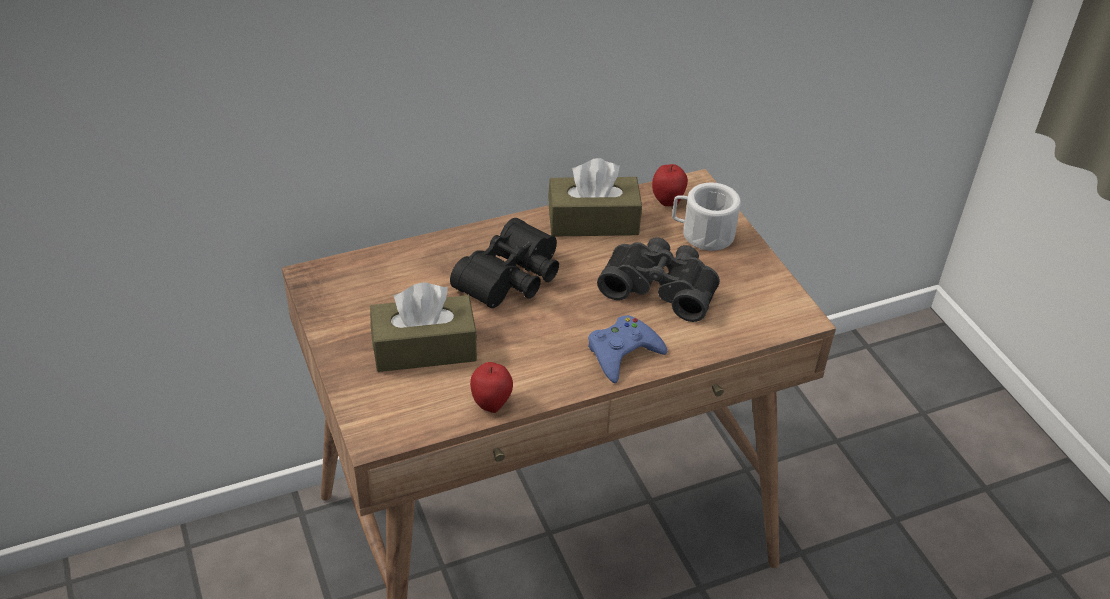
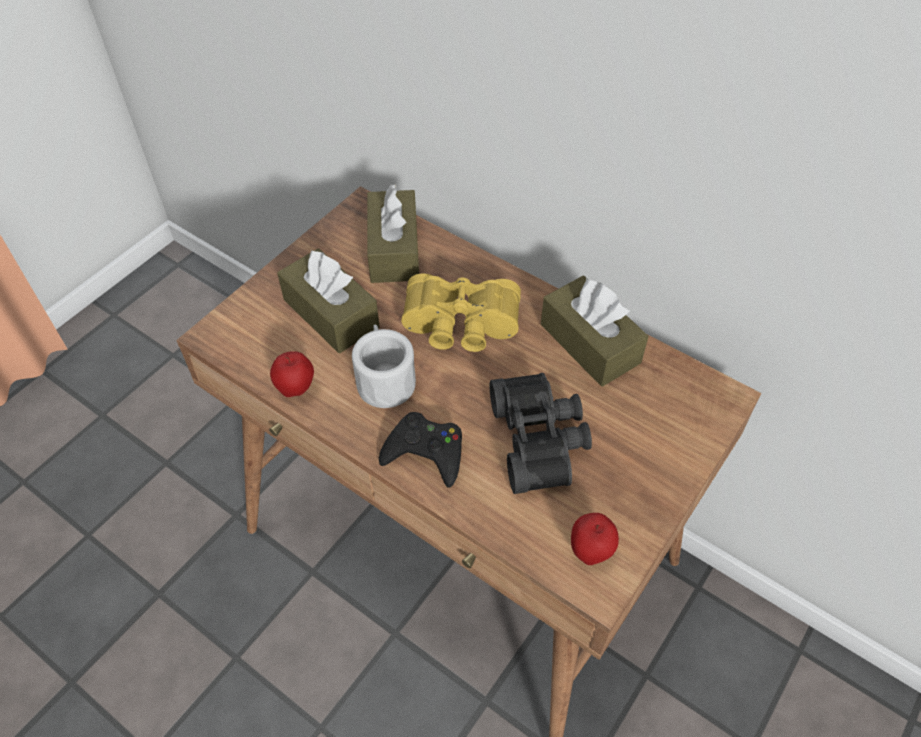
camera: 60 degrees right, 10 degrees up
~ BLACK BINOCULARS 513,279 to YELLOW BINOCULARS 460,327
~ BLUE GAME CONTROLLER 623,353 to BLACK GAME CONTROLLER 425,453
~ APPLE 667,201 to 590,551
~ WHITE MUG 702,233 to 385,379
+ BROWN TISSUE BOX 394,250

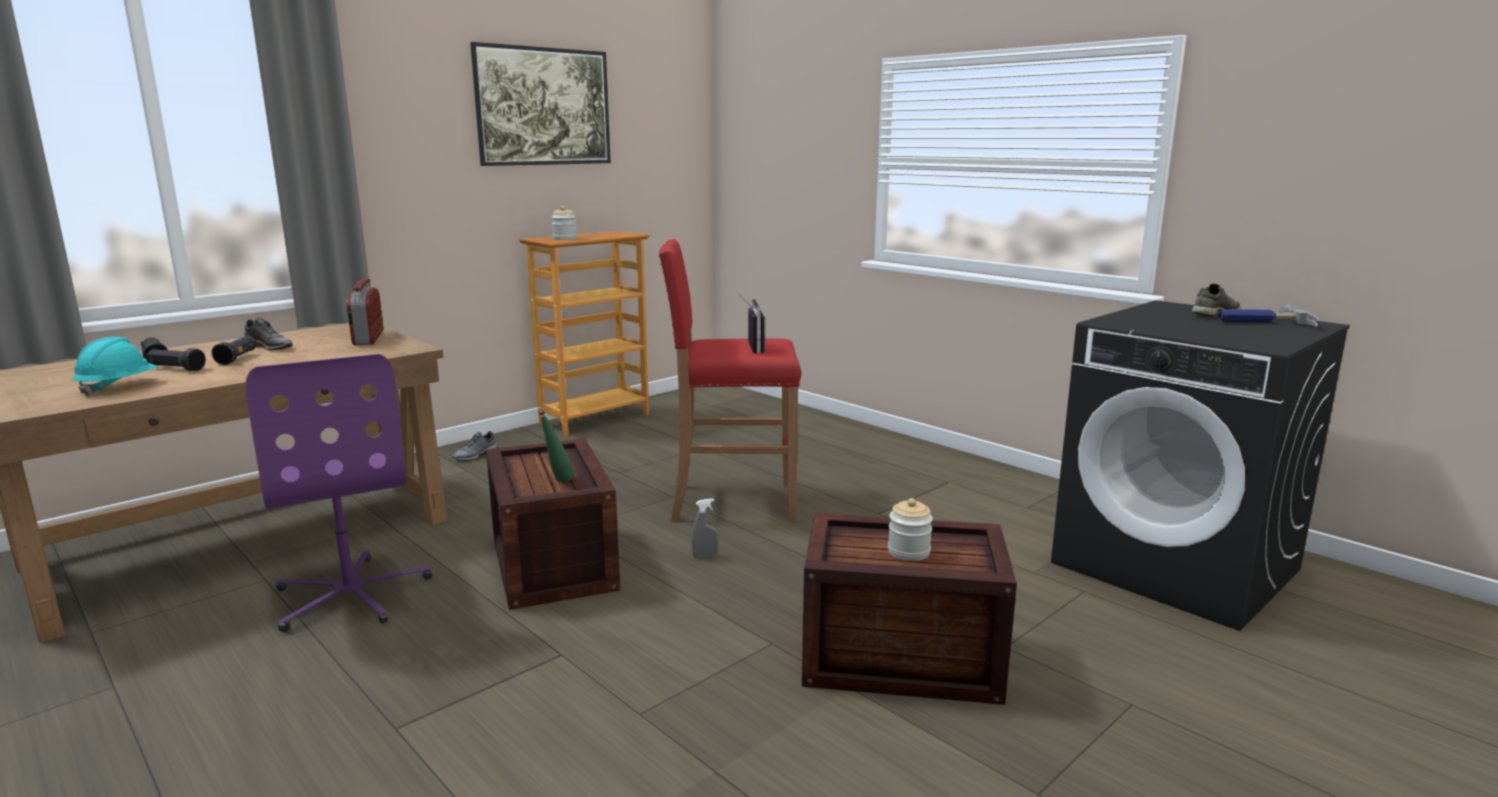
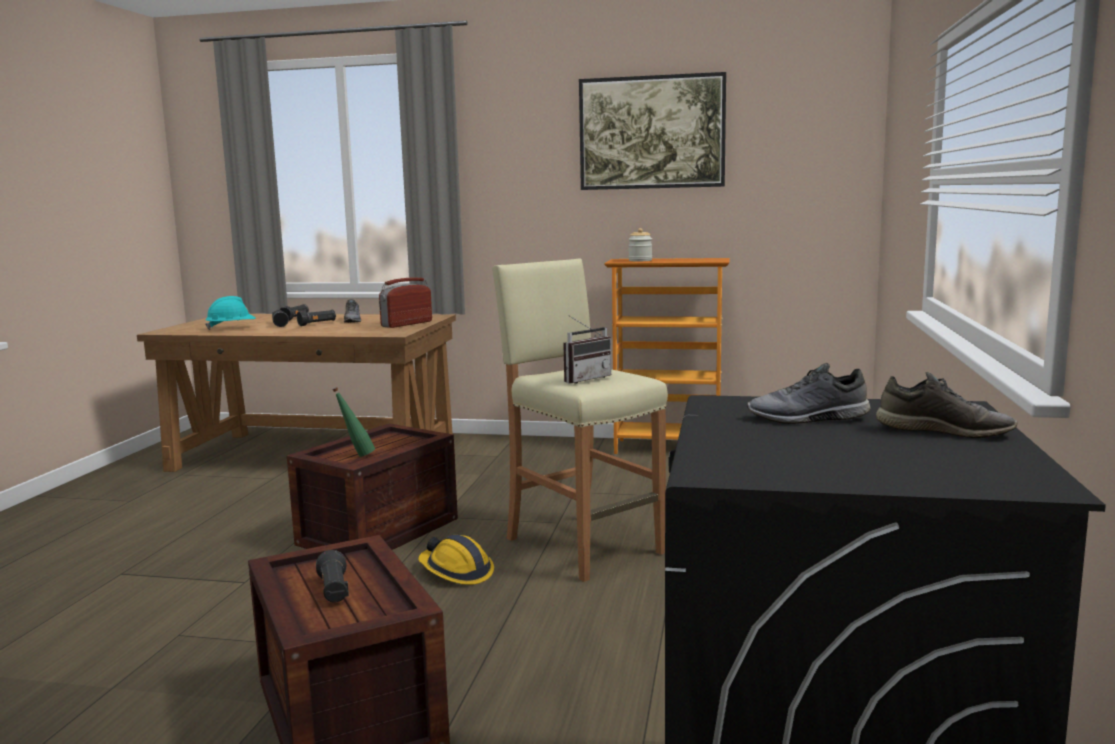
camera: 55 degrees right, 5 degrees down
- PURPLE OFFICE CHAIR 351,594
~ GREY SHOE 476,455 to 808,418
~ RED STOOL 731,502 to BEIGE STOOL 582,545
~ GREY SPRAY BOTTLE 705,556 to HARD HAT 456,572
~ JAR 908,552 to BLACK FLASHLIGHT 334,591
- HAMMER 1265,323

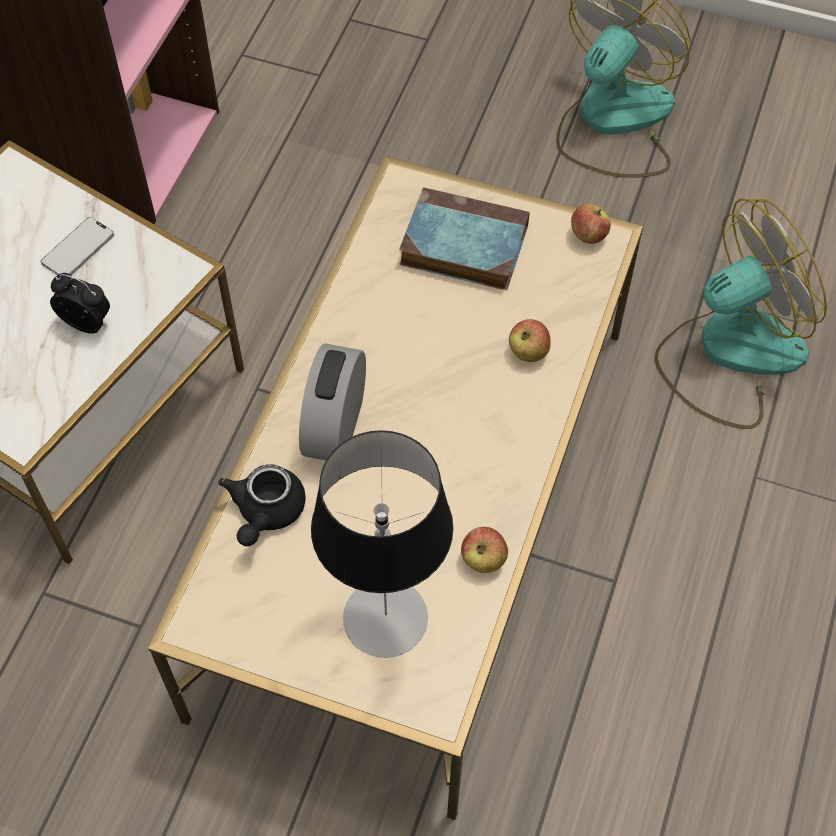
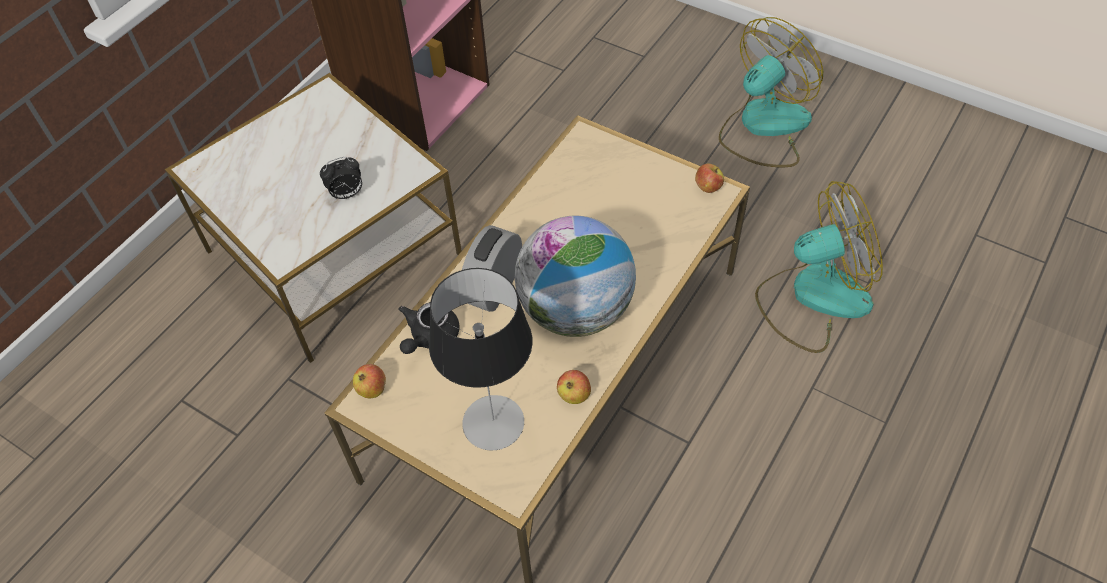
camera: 15 degrees right, 5 degrees down
- PHONE 78,249
~ ALARM CLOCK 88,322 = 347,194 120 degrees clockwise
- BOOK 461,245
~ APPLE 528,352 to 372,389
+ GLOBE 576,310

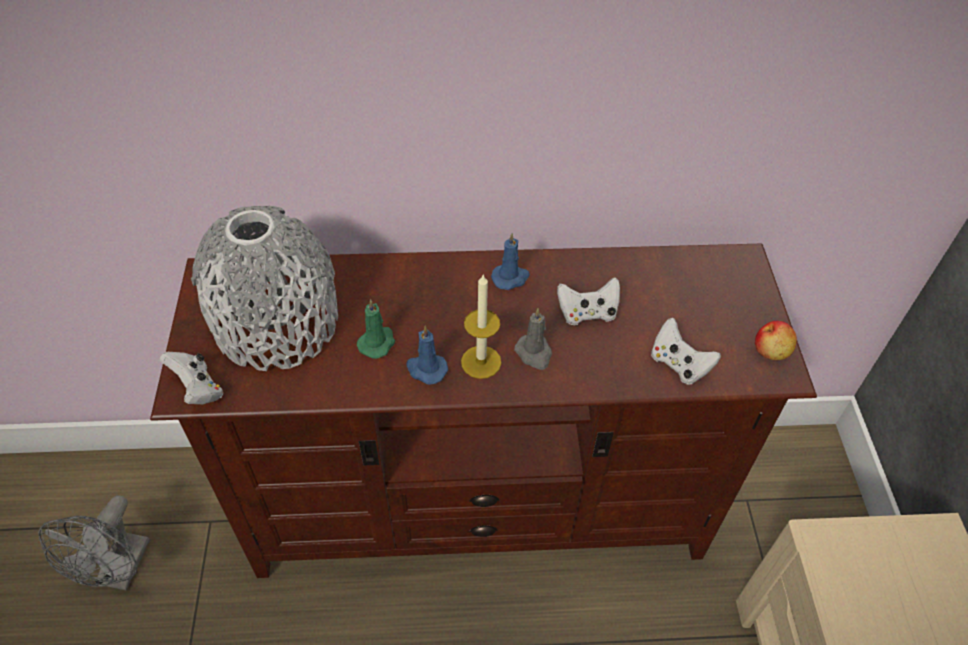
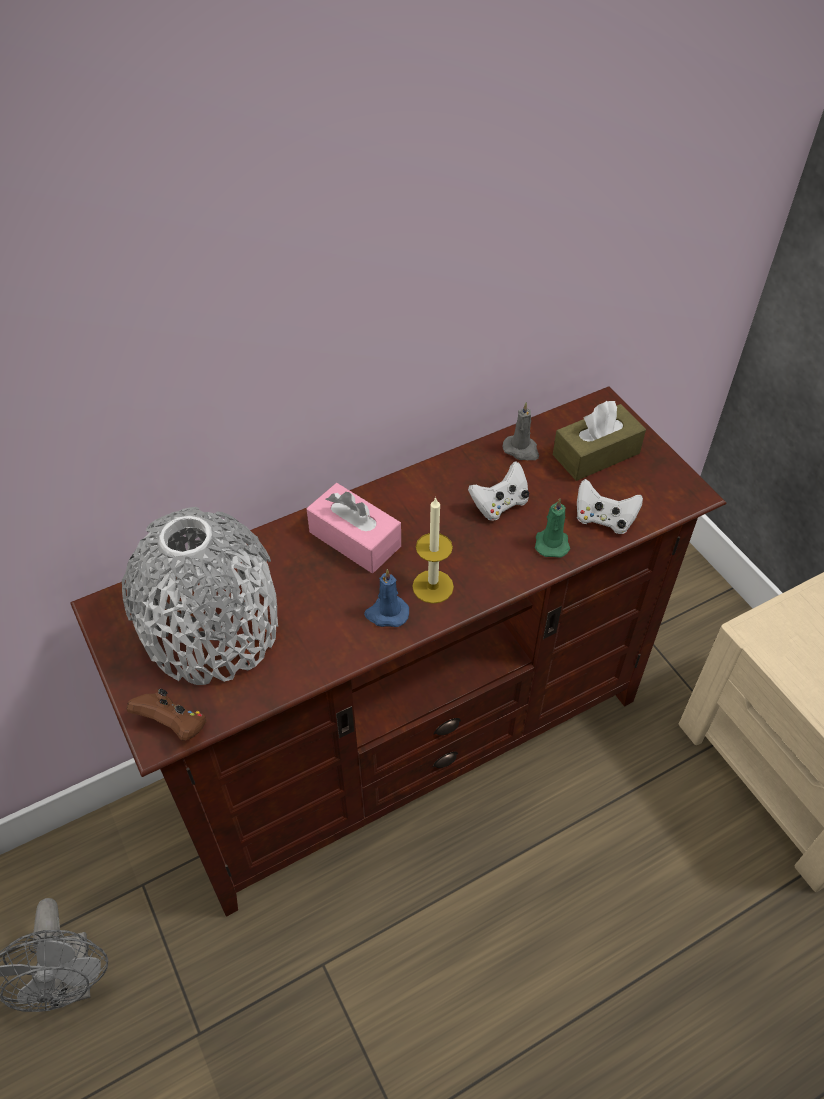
camera: 25 degrees left, 0 degrees up
~ WHITE GAME CONTROLLER 198,389 to BROWN GAME CONTROLLER 174,725
~ GREEN CANDLE 377,342 to 551,542
- BLUE CANDLE 511,278
~ GREY CANDLE 534,353 to 521,450
- APPLE 771,351
+ PINK TISSUE BOX 355,539
+ BROWN TISSUE BOX 596,454

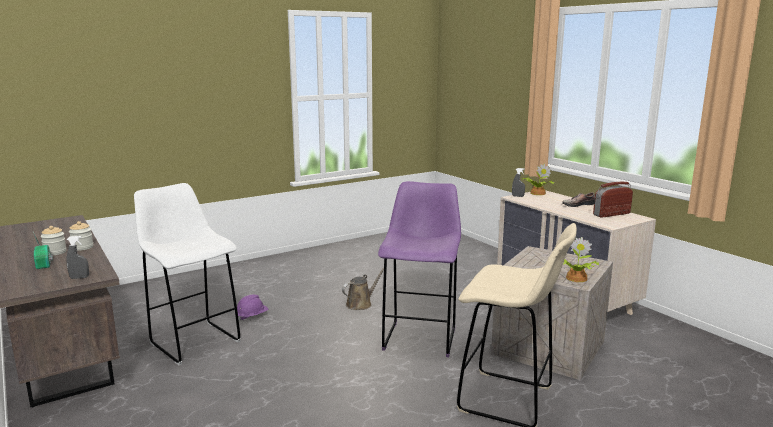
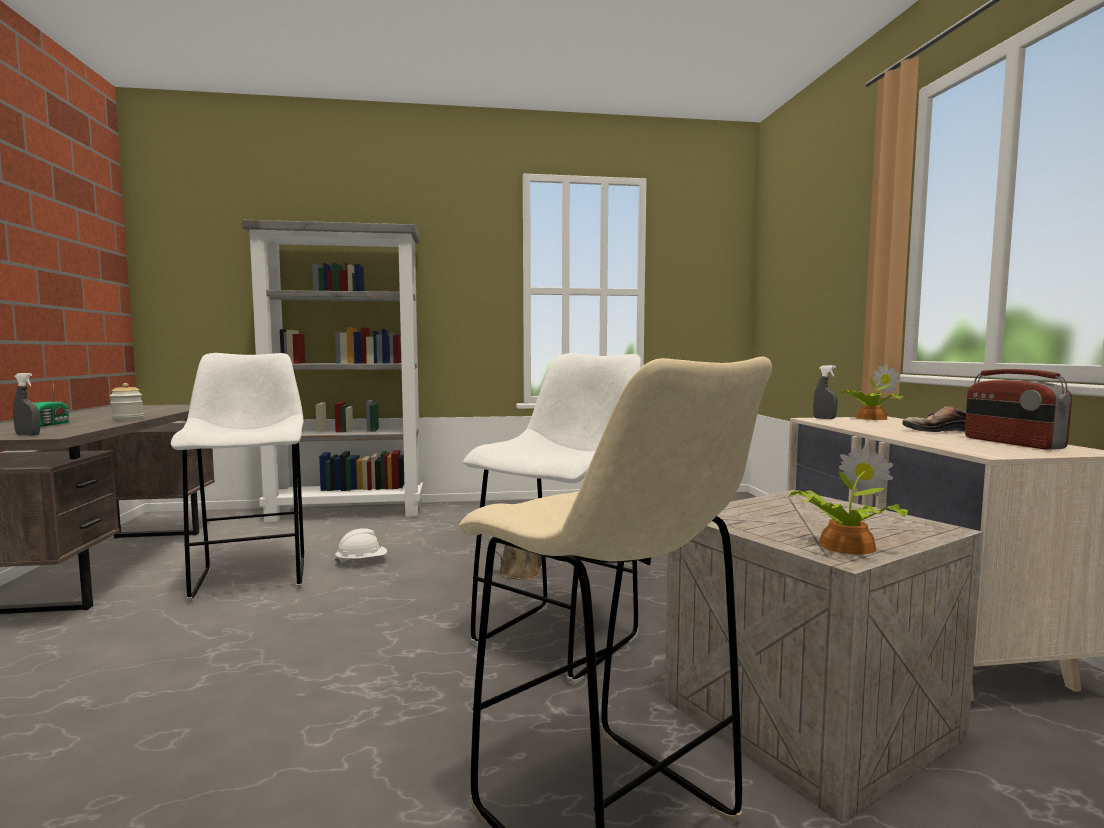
camera: 25 degrees right, 10 degrees down
- JAR 55,252
~ PURPLE HARD HAT 252,316 to WHITE HARD HAT 362,562
~ PURPLE STOOL 420,337 to WHITE STOOL 560,639
~ RADIO 611,214 = 1011,443 105 degrees counterclockwise
+ GREY BOOKCASE 348,512

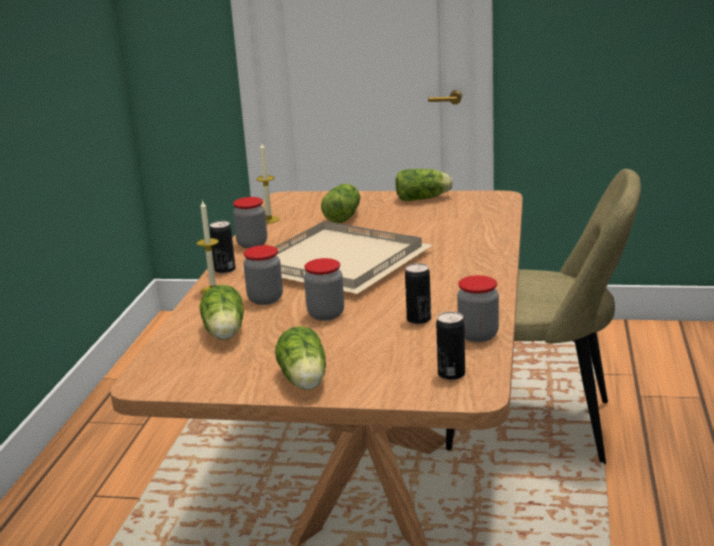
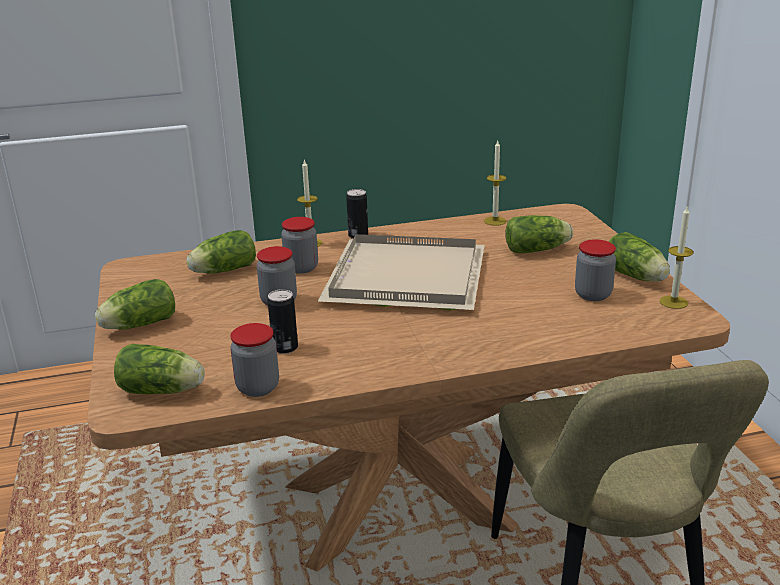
camera: 65 degrees right, 5 degrees up
~ JAR 252,244 to 593,295
~ CAN 451,374 to LETTUCE 163,391
+ CANDLE 673,302

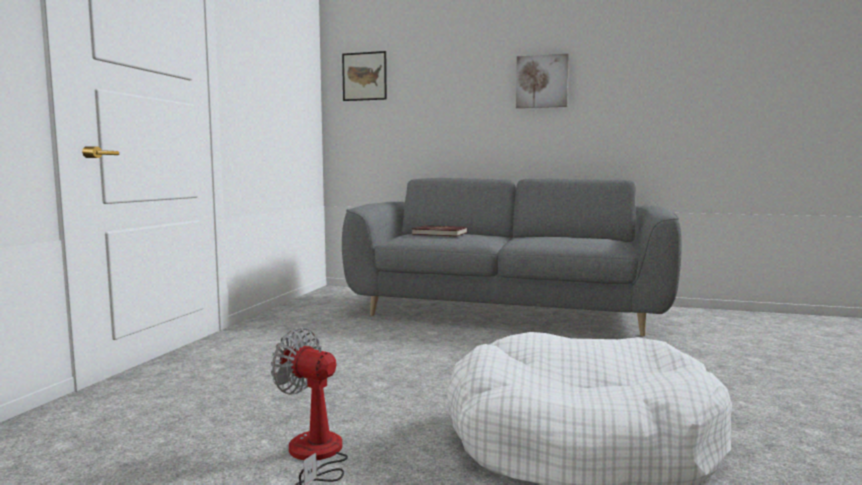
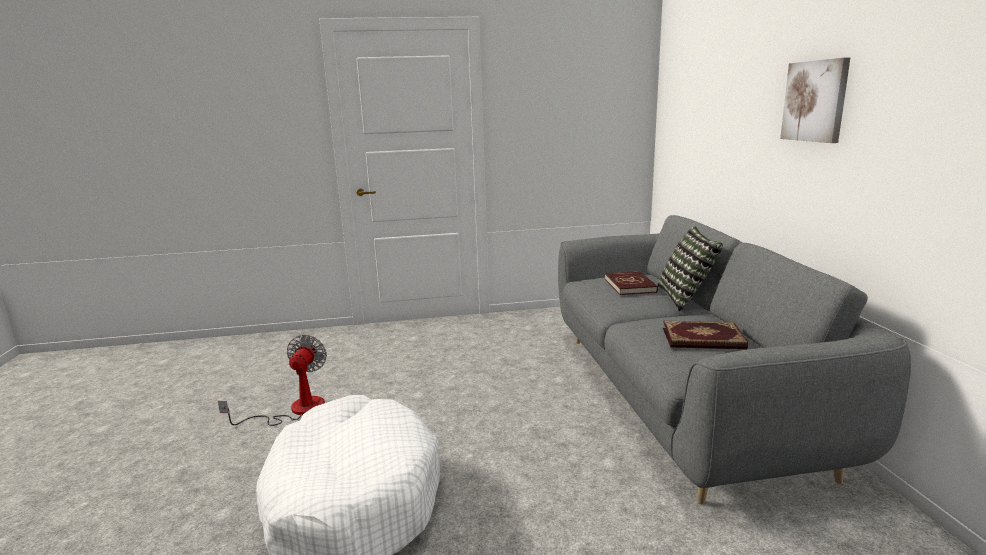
camera: 65 degrees right, 10 degrees up
- PICTURE 364,76
+ PILLOW 685,297
+ BOOK 703,339

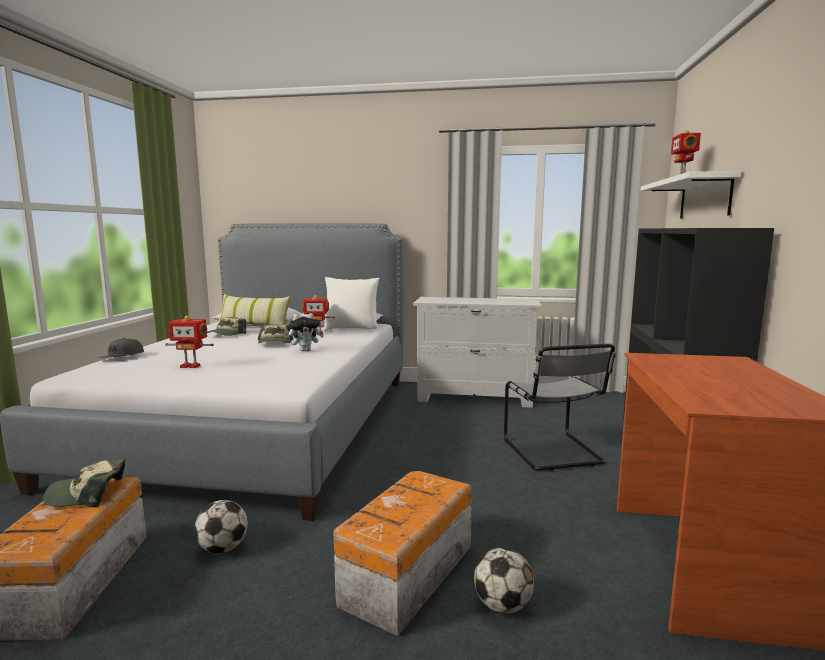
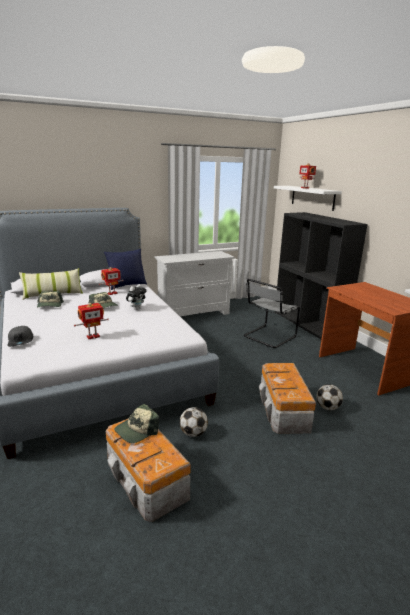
camera: 35 degrees left, 10 degrees up
~ WHITE PILLOW 351,329 to BLUE PILLOW 126,285
~ GREY CHAIR 554,453 = 268,337 90 degrees clockwise

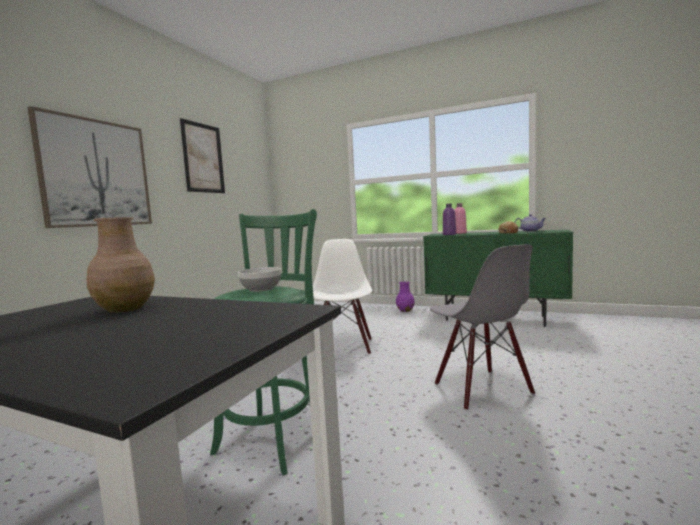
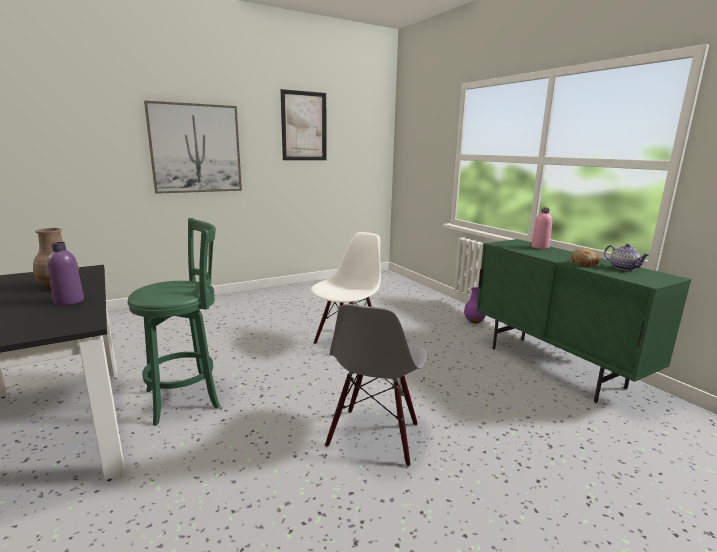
camera: 35 degrees right, 10 degrees up
- BOWL 262,289
~ PURPLE BOTTLE 449,234 to 69,301

